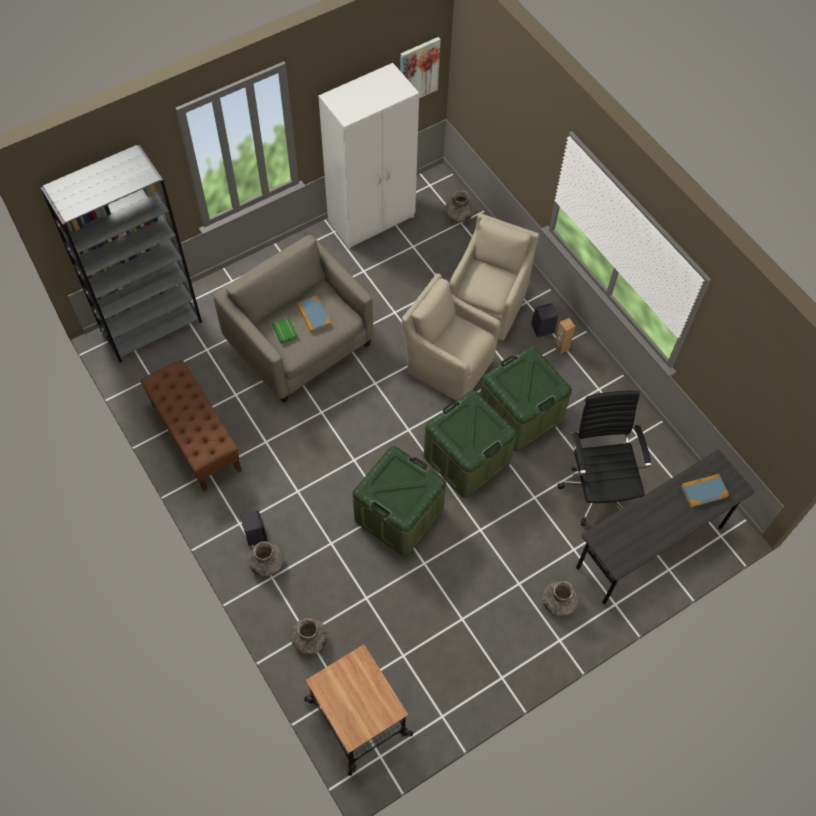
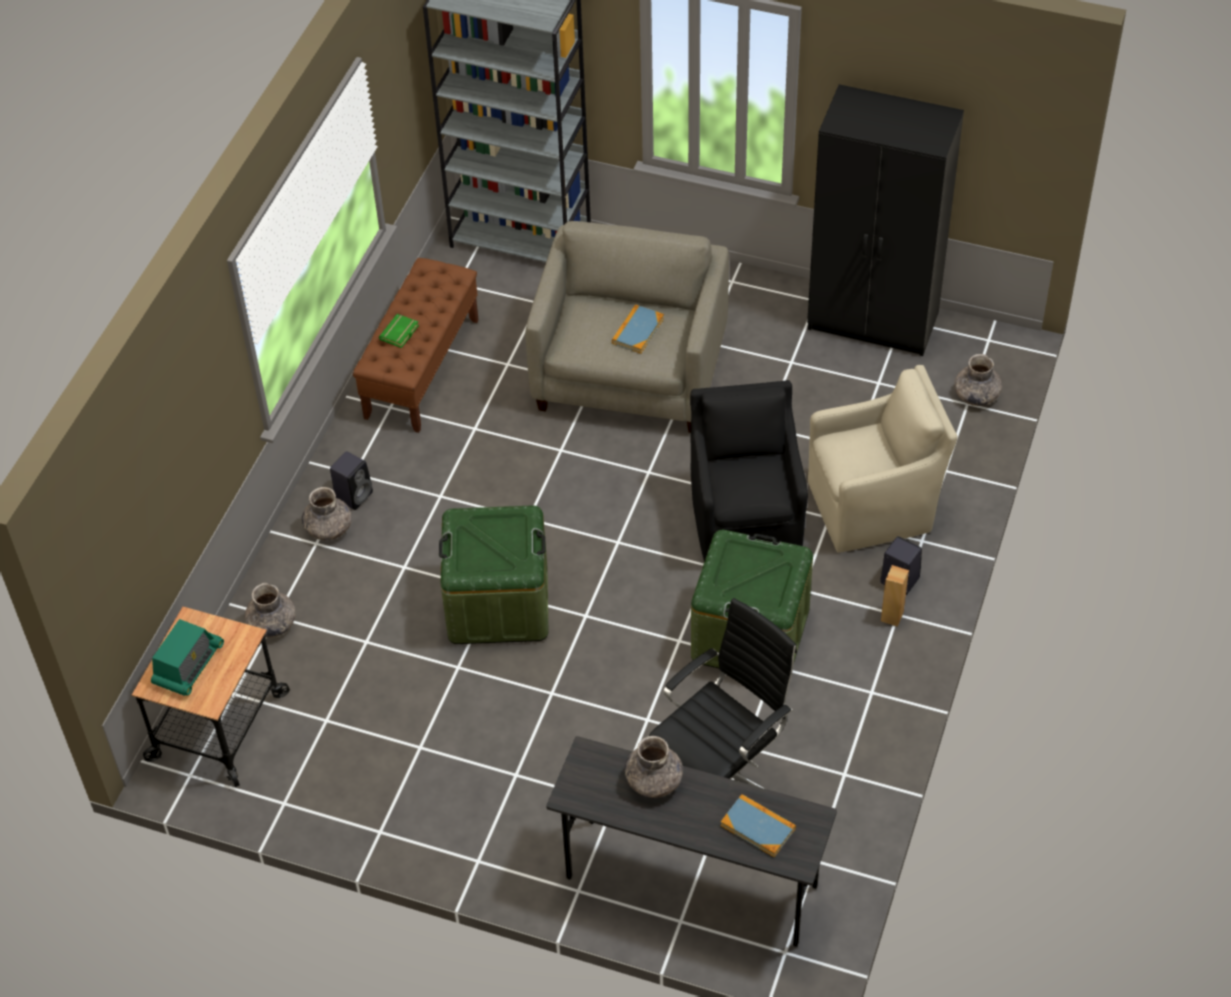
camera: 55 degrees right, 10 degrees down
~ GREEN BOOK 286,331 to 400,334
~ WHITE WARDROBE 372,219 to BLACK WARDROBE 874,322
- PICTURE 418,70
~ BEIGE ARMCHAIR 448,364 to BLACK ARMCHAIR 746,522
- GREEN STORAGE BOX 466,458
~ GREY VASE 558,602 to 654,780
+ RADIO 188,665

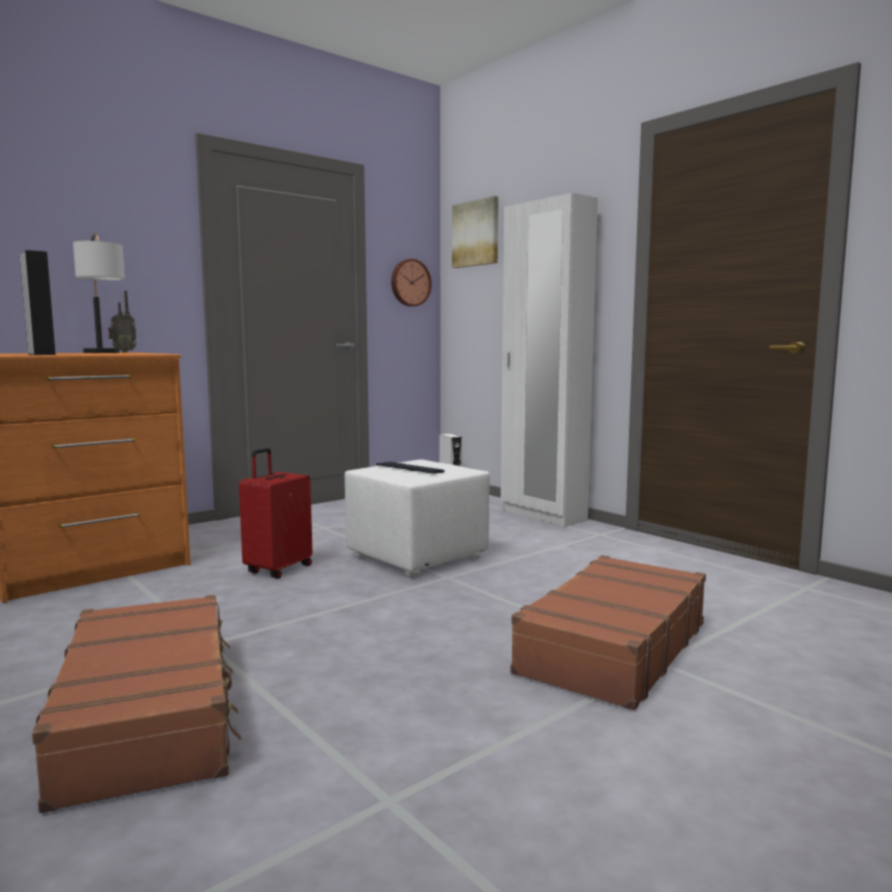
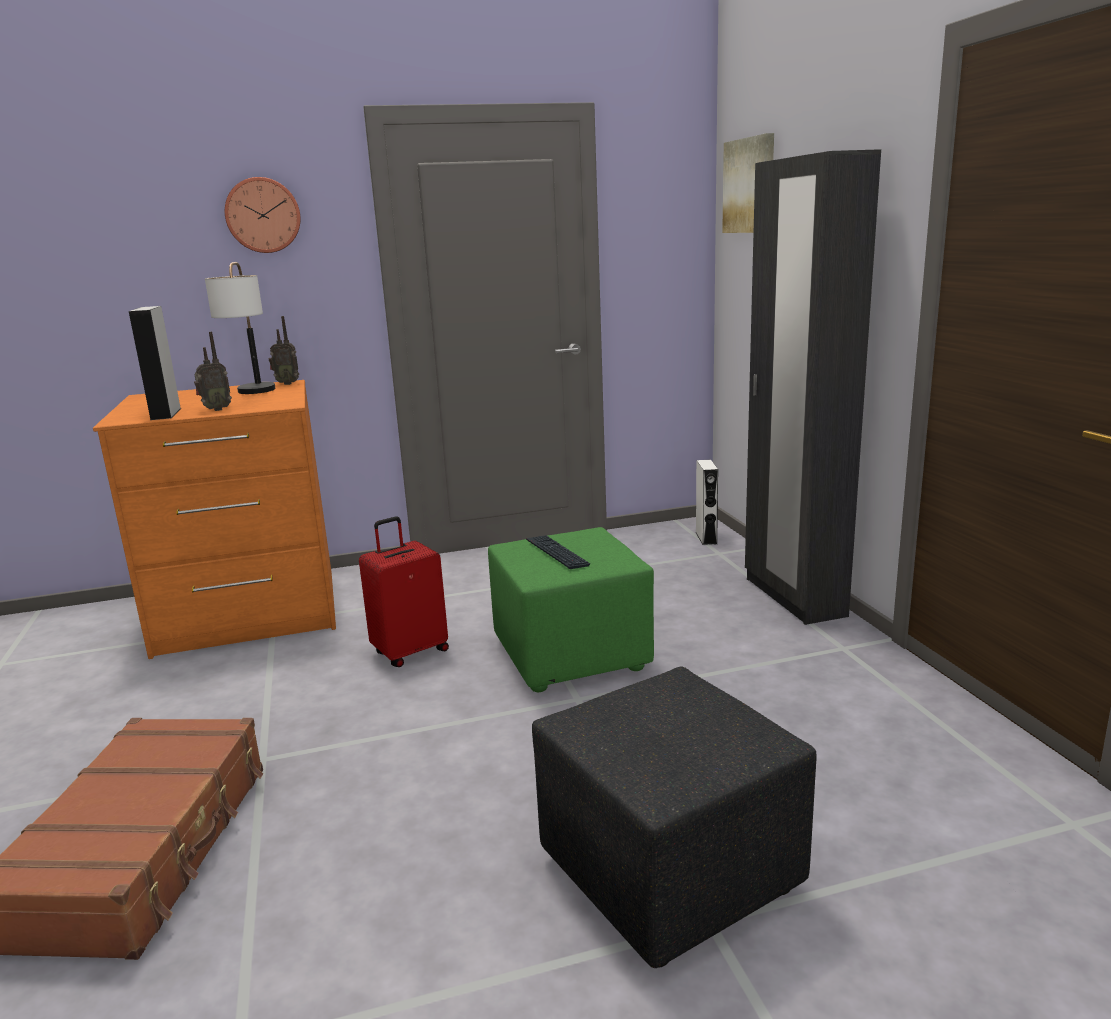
camera: 25 degrees right, 10 degrees up
~ WHITE OTTOMAN 417,557 to GREEN OTTOMAN 571,655
~ WALL CLOCK 409,283 to 263,215
~ WHITE WARDROBE 542,515 to BLACK WARDROBE 793,597
~ BROWN SUITCASE 612,648 to BLACK OTTOMAN 669,877
+ RADIO 215,410

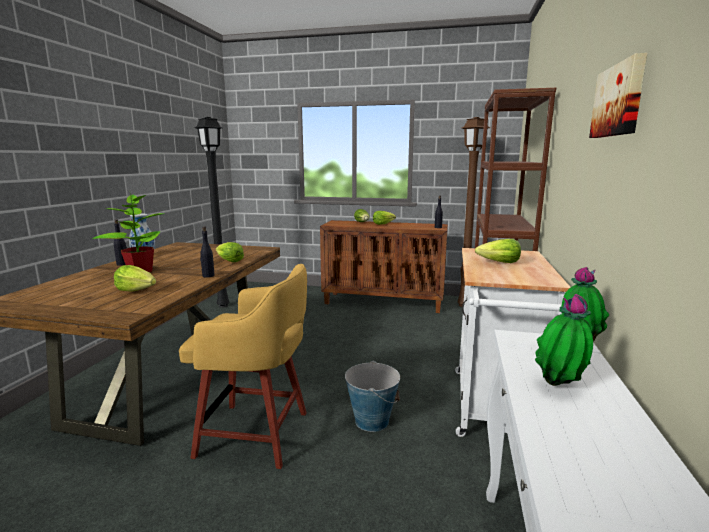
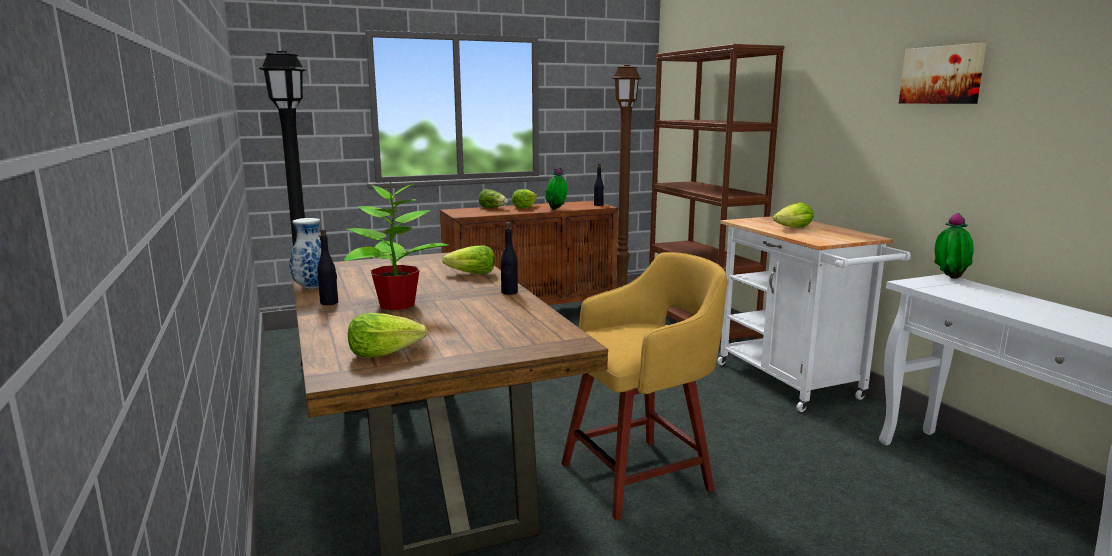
camera: 35 degrees left, 0 degrees up
~ LETTUCE 137,290 to 384,353
- BUCKET 372,420
~ POTTED PLANT 559,387 to 556,209

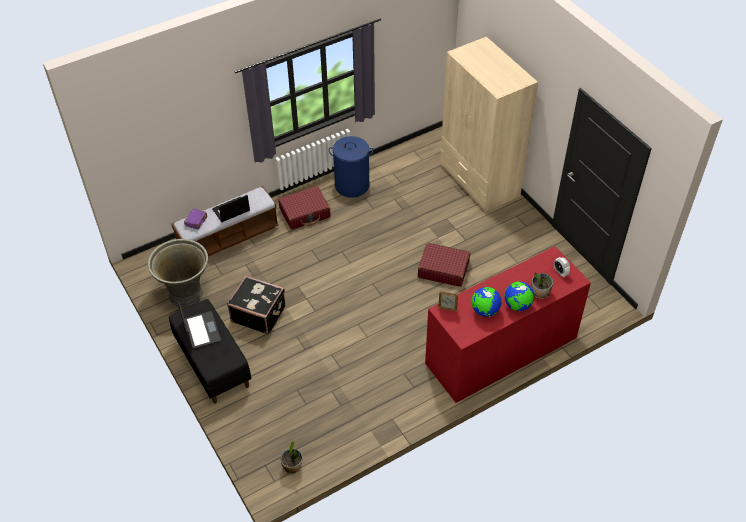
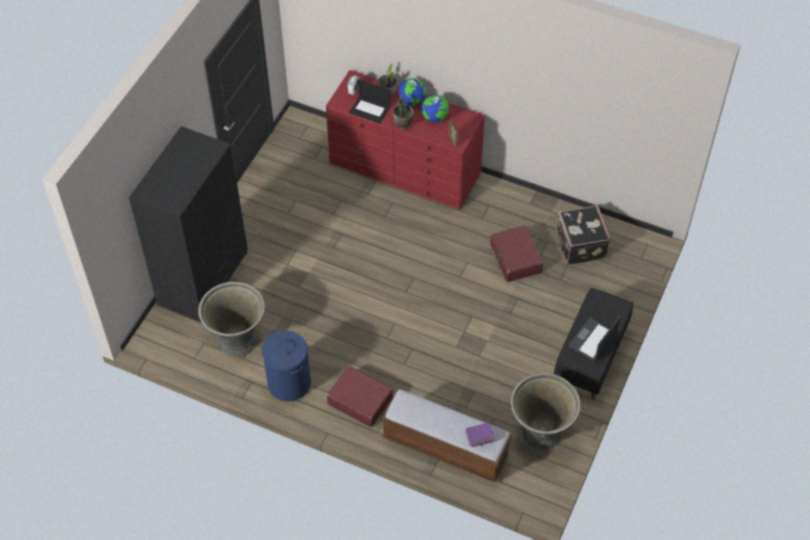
camera: 125 degrees left, 5 degrees up
~ LAPTOP 231,210 to 370,109
~ BLACK SUITCASE 258,313 to 579,245
~ POTTED PLANT 292,467 to 403,123
~ RED SUITCASE 443,269 to 515,259
~ BEIGE WARDROBE 479,181 to BLACK WARDROBE 204,278
+ GREY PLANTER 237,340

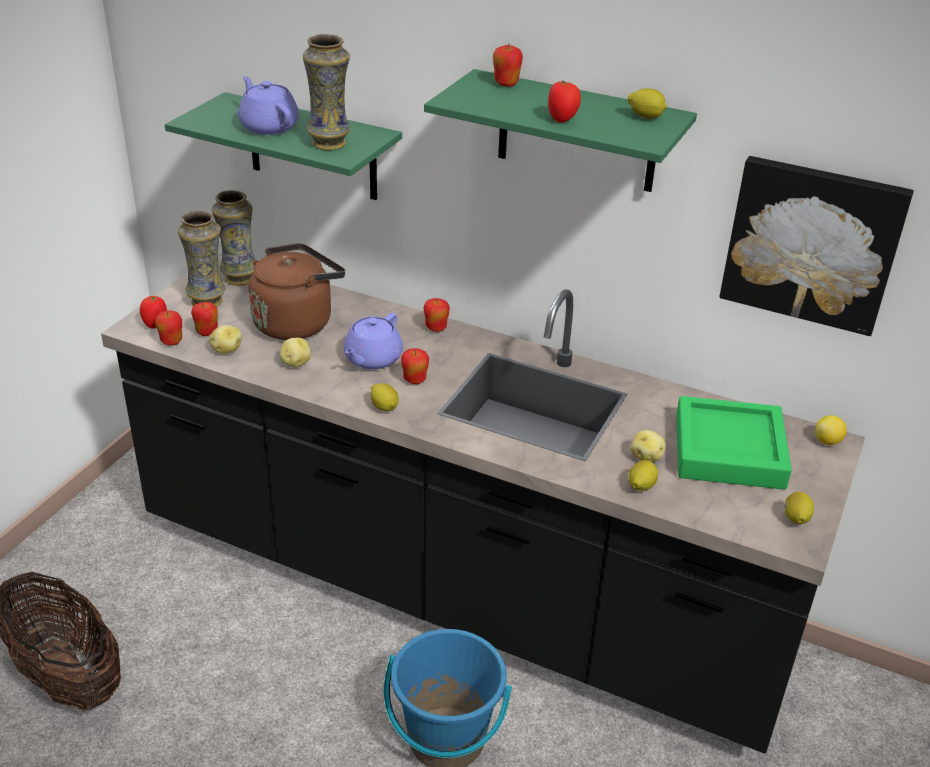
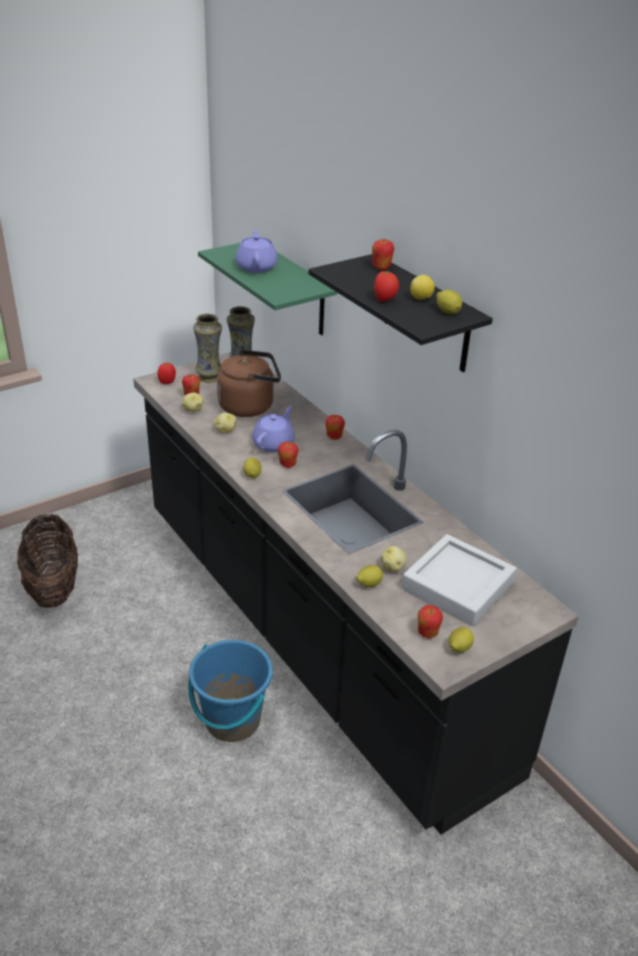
camera: 30 degrees right, 0 degrees up
~ APPLE 171,342 to 427,633
- VASE 329,144
~ PURPLE TEAPOT 372,359 = 274,443 150 degrees clockwise
~ GREEN SHELF 577,132 to BLACK SHELF 426,315
~ GREEN TRAY 729,451 to GREY TRAY 458,585
- PICTURE 812,243
~ LEMON 827,441 to 421,298

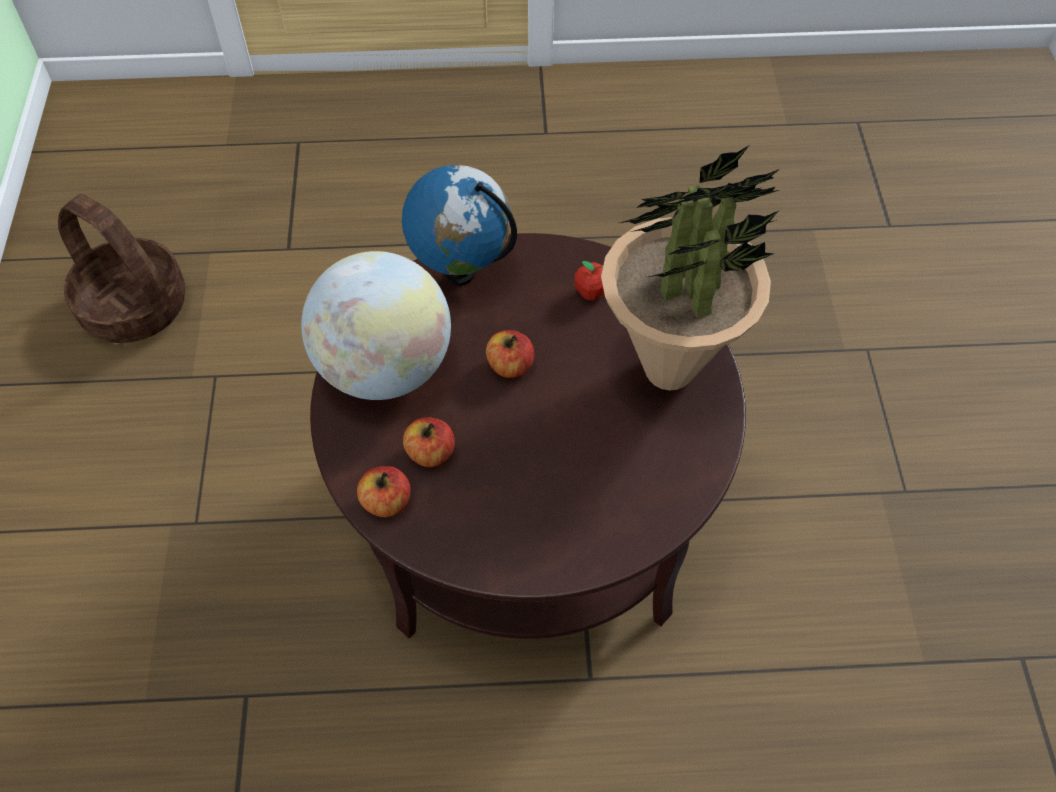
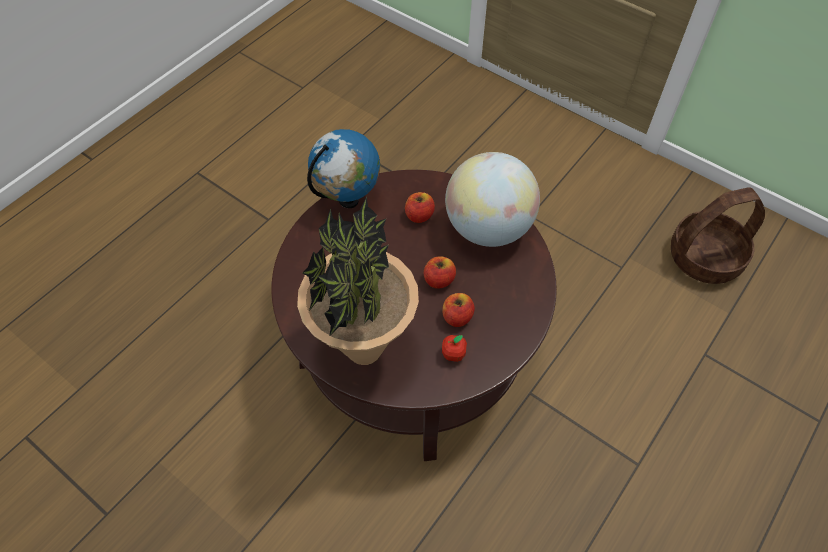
camera: 130 degrees right, 0 degrees up
~ APPLE 386,502 to 457,317
~ GLOBE 461,272 to 348,200

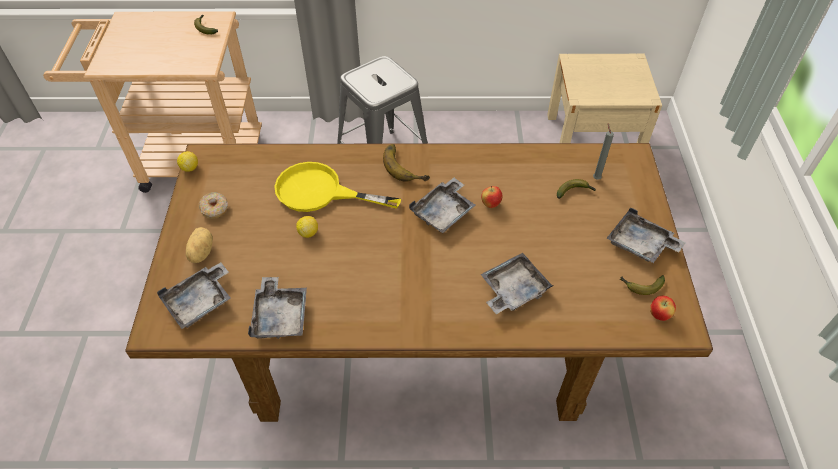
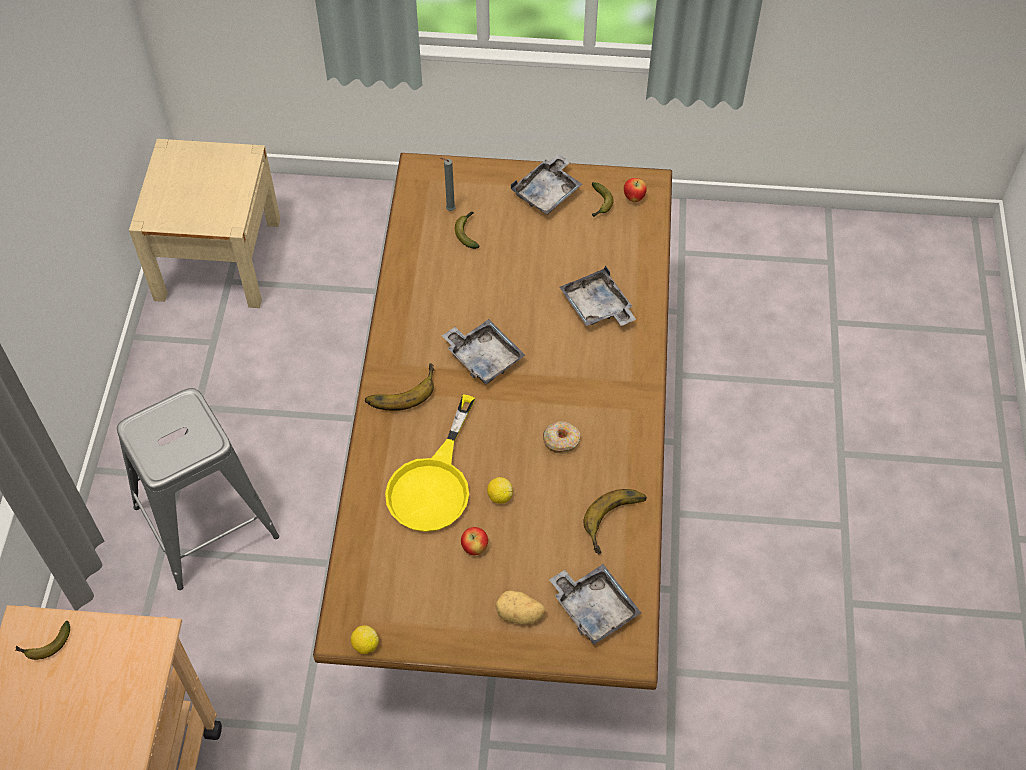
camera: 85 degrees left, 5 degrees up
~ DONUT 215,209 to 561,440
~ GREY TRAY 280,316 to BANANA 618,523
~ APPLE 490,204 to 475,548

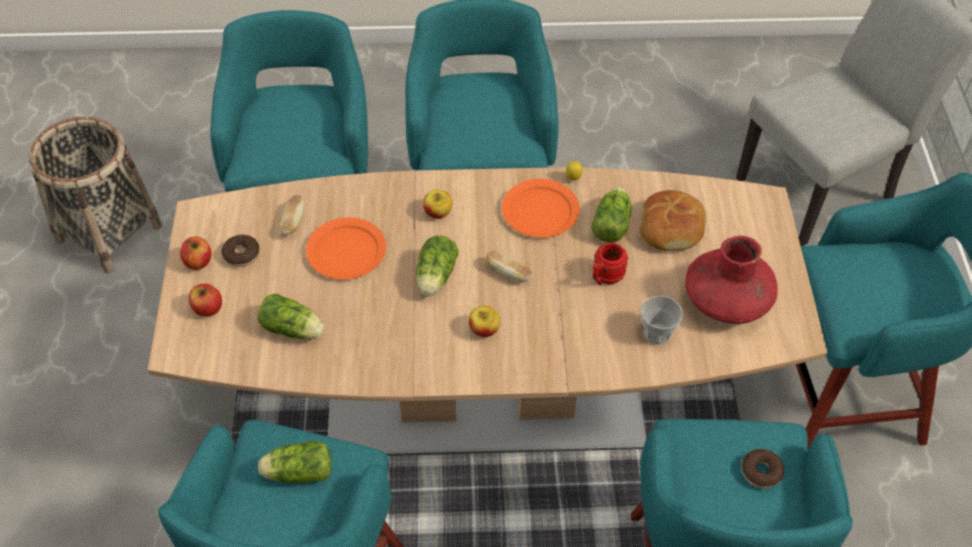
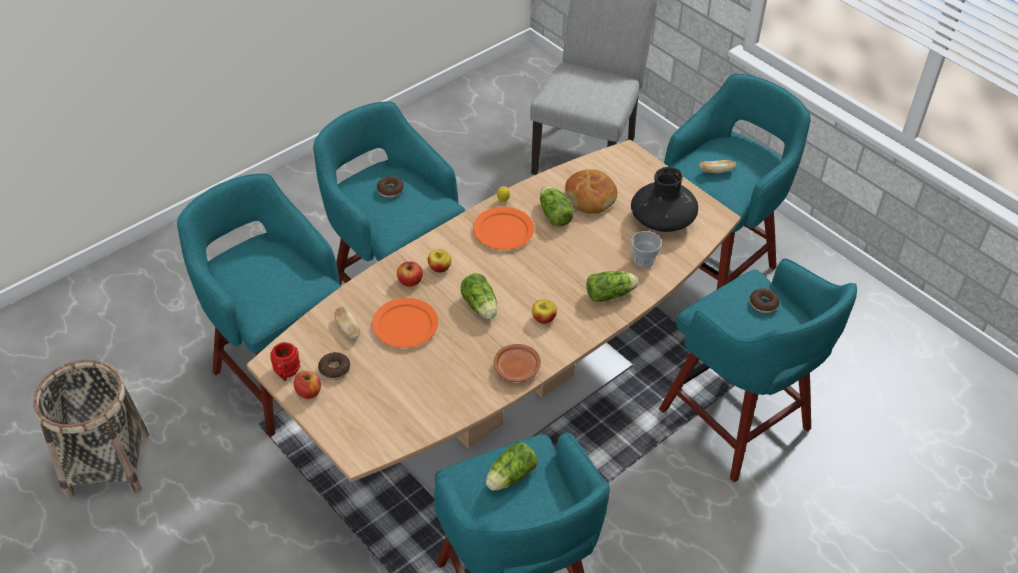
camera: 40 degrees left, 5 degrees down
~ APPLE 208,308 to 410,281
~ LETTUCE 294,330 to 611,294
~ BREAD 508,272 to 716,171
~ RED MUG 605,278 to 286,373
~ RED VASE 727,300 to BLACK VASE 662,220
+ DONUT 390,190
+ BROWN PLATE 517,368

